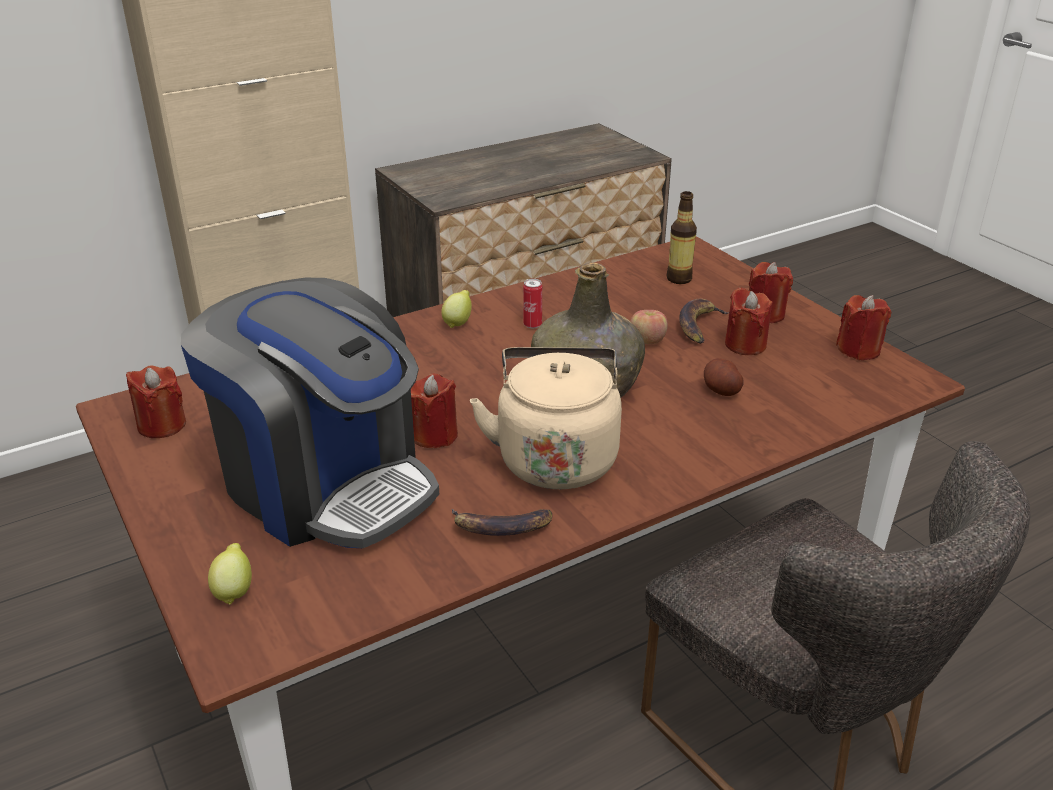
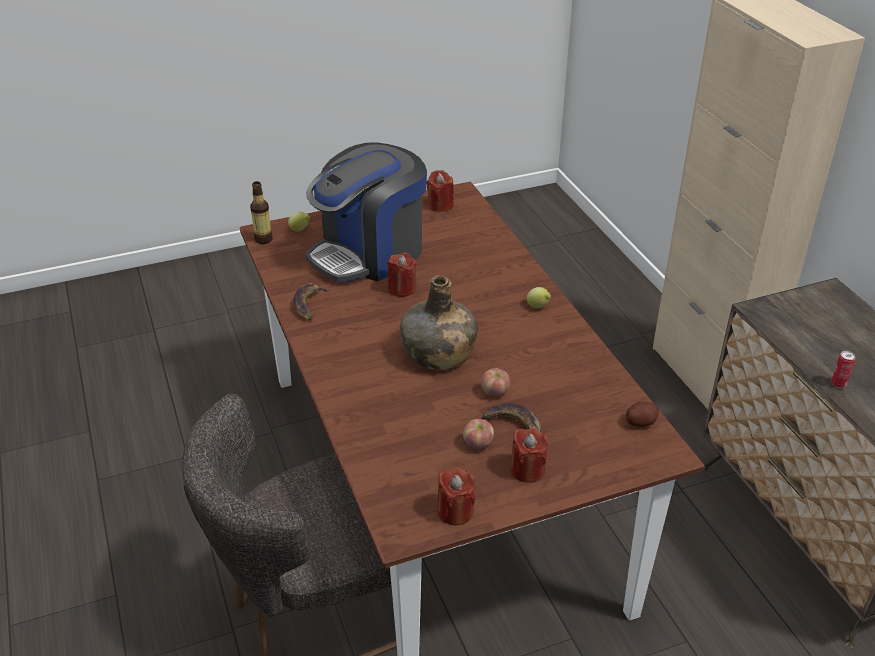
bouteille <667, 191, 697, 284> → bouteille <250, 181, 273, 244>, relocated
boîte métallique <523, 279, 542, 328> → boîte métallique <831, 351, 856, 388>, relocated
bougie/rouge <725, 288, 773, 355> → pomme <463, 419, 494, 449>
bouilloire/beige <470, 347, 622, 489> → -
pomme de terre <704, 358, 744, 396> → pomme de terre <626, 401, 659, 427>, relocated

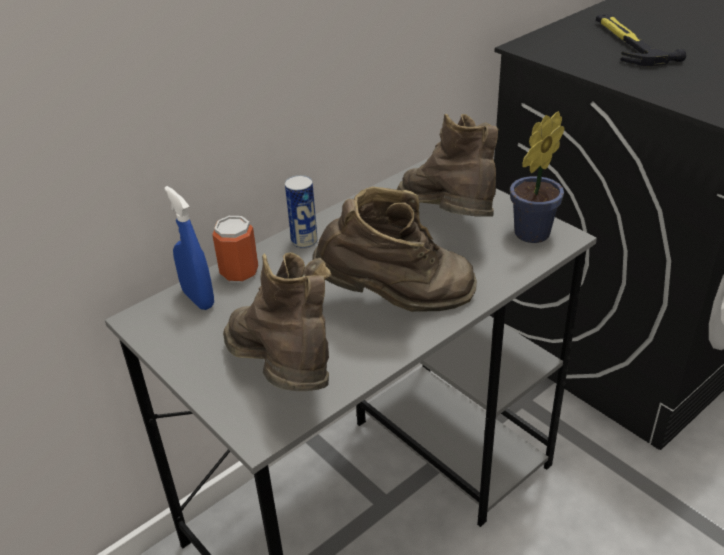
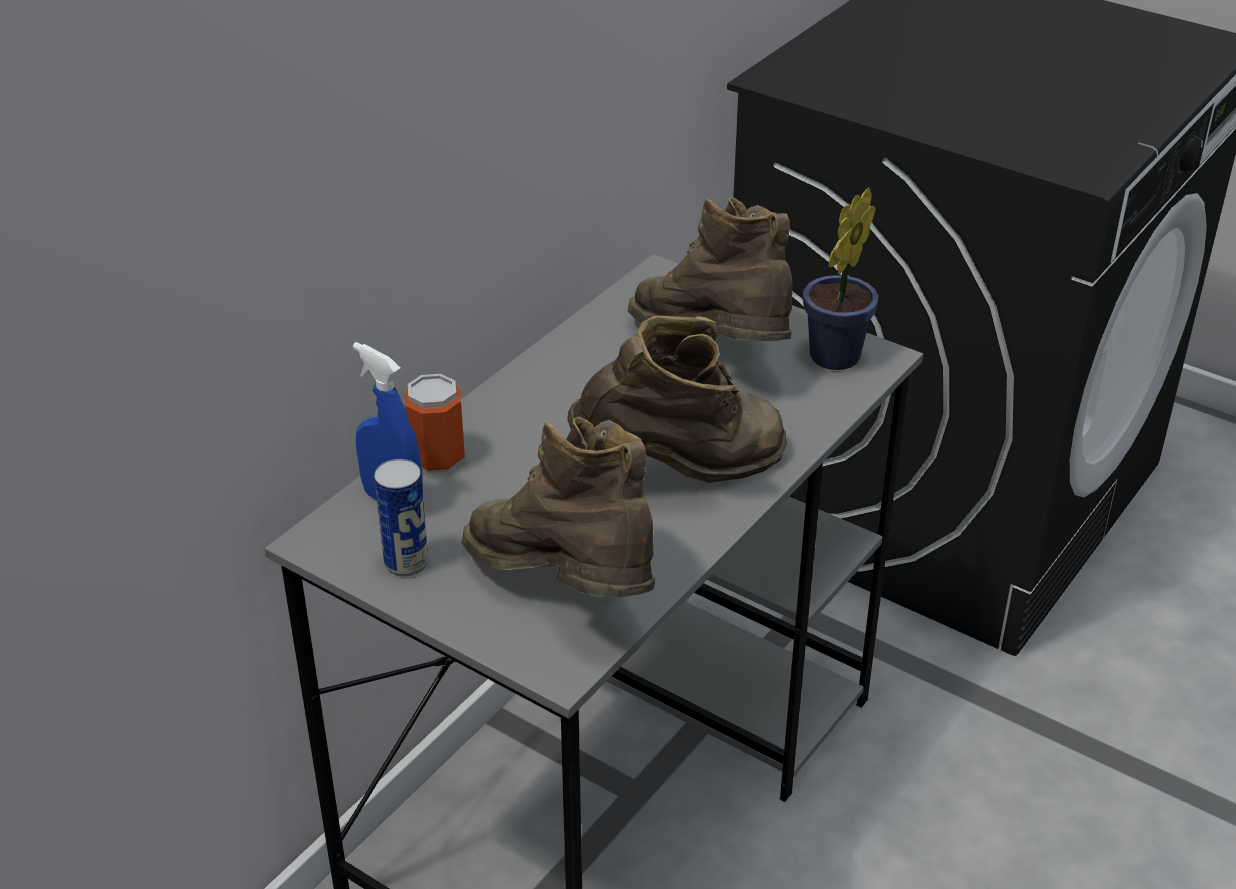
marteau <596, 14, 686, 66> → -
boîte métallique <285, 175, 318, 249> → boîte métallique <374, 459, 429, 577>, relocated

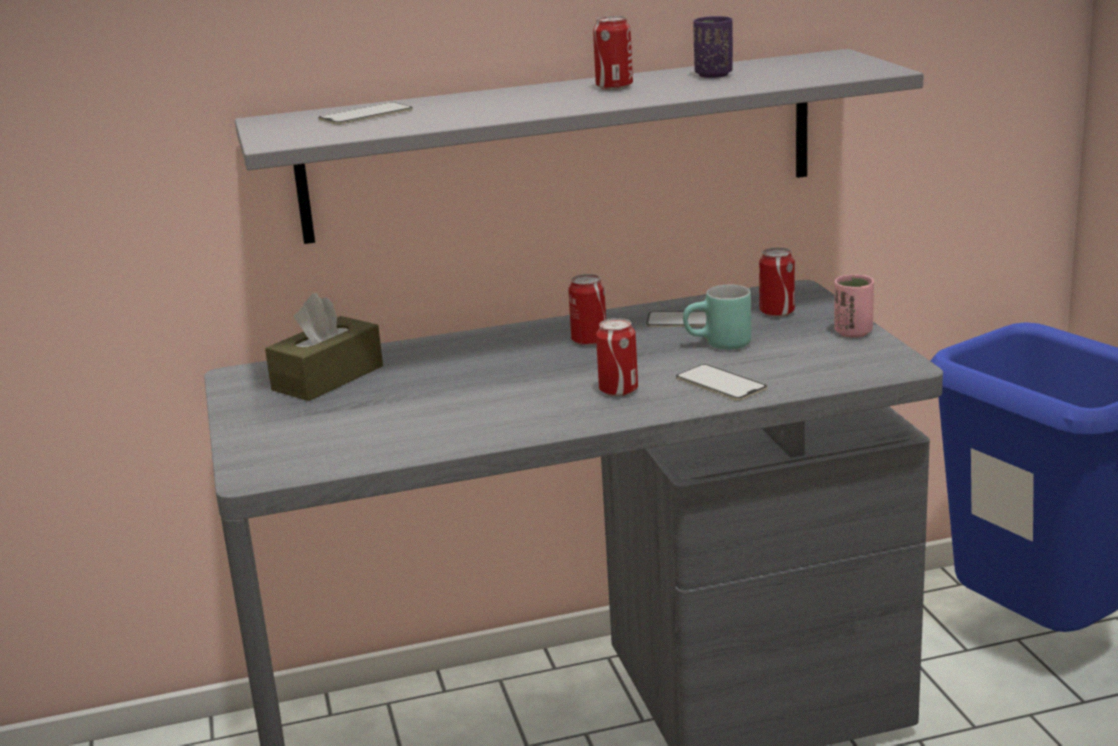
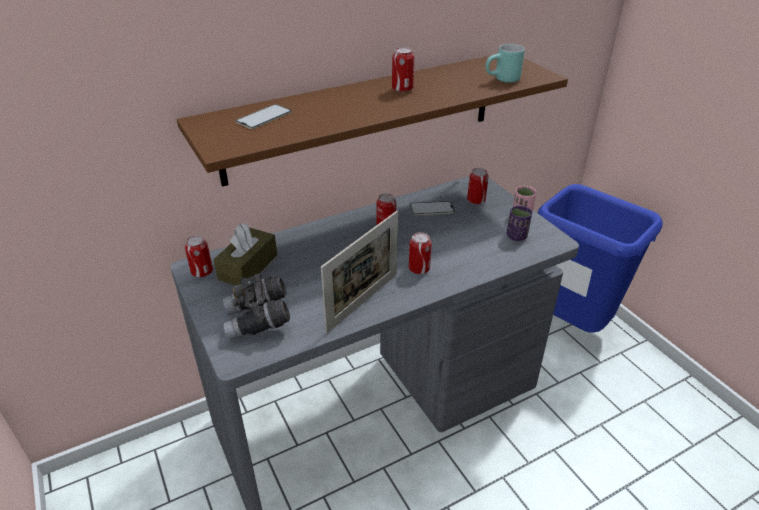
tasse/violet <693, 16, 733, 78> → tasse/violet <507, 206, 532, 241>, relocated
étagère/gris <235, 49, 924, 244> → étagère/marron <177, 55, 568, 187>
mug/turquoise <683, 285, 751, 350> → mug/turquoise <486, 44, 525, 83>, relocated
téléphone <676, 364, 767, 400> → -
- → cadre photo <321, 211, 398, 334>
- → boîte métallique <185, 235, 213, 277>
- → jumelles/gris <223, 274, 290, 340>

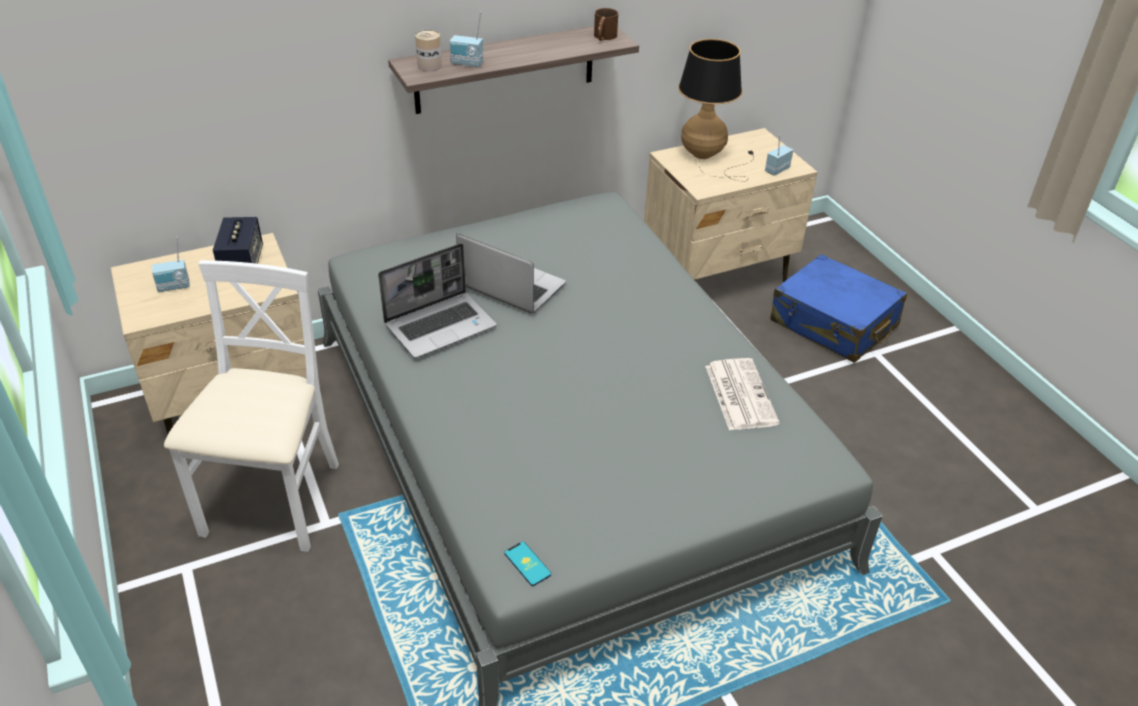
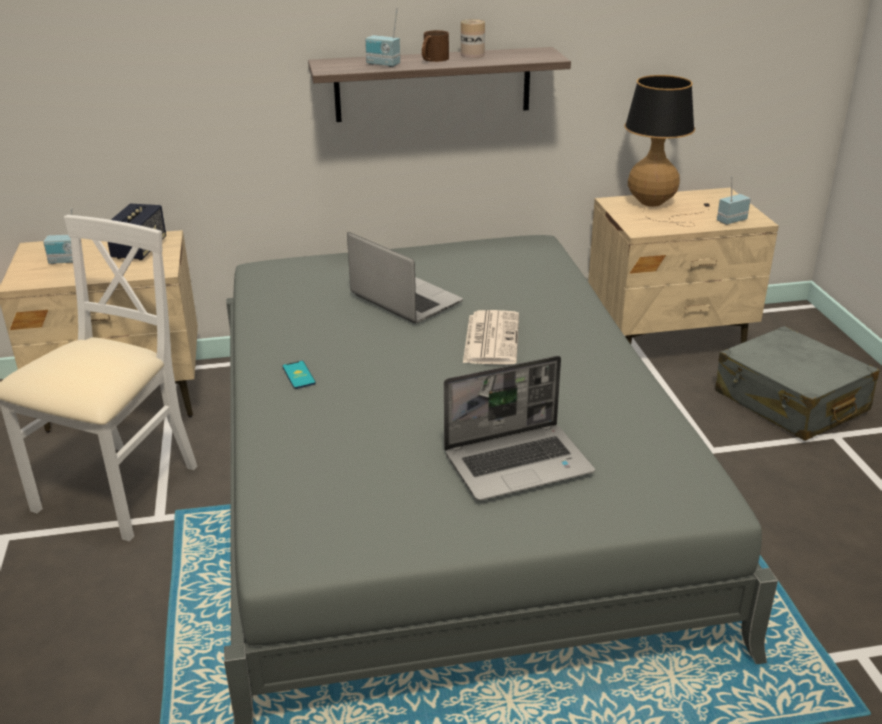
mug/marron <594, 8, 618, 41> → mug/marron <422, 30, 449, 62>, relocated
boîte métallique <415, 30, 442, 71> → boîte métallique <461, 19, 485, 58>, relocated
ordinateur portable <378, 243, 497, 358> → ordinateur portable <444, 356, 595, 501>, relocated
valise/bleu <770, 254, 907, 363> → valise/gris <715, 326, 879, 441>
journal <705, 358, 779, 430> → journal <463, 310, 519, 365>, relocated
téléphone <504, 541, 551, 586> → téléphone <282, 361, 316, 389>, relocated

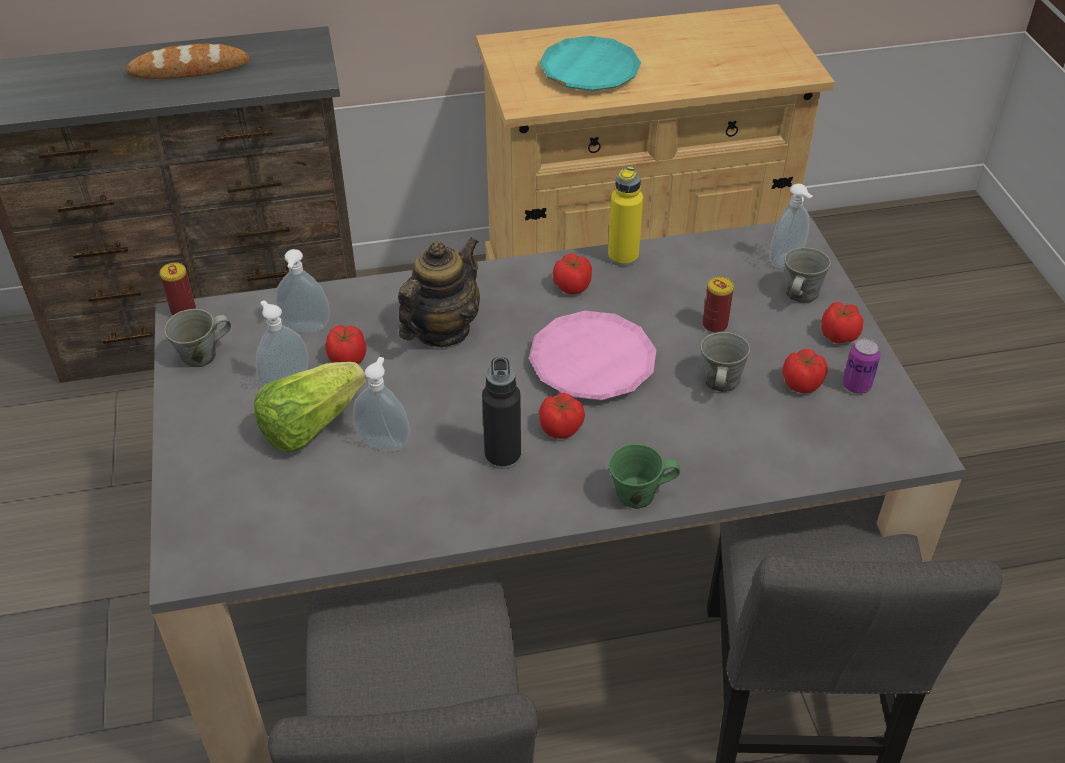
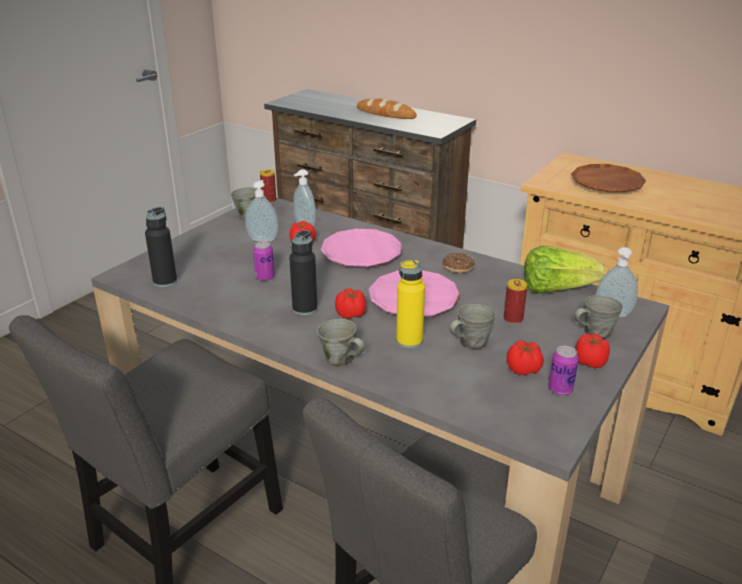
assiette/turquoise <539, 36, 641, 91> → assiette/marron <571, 164, 646, 192>
bouteille/jaune <608, 166, 643, 266> → bouteille/jaune <396, 260, 425, 349>, relocated
théière <398, 237, 480, 347> → assiette/rose <321, 229, 402, 267>
tomate <553, 254, 592, 294> → beignet <442, 253, 475, 273>
distributeur de savon <353, 357, 410, 451> → boîte métallique <253, 241, 275, 281>
laitue <254, 362, 366, 453> → laitue <524, 245, 605, 294>, relocated
mug/vert <609, 444, 680, 509> → mug/gris <317, 319, 365, 367>
- → bouteille/noir <145, 207, 177, 288>

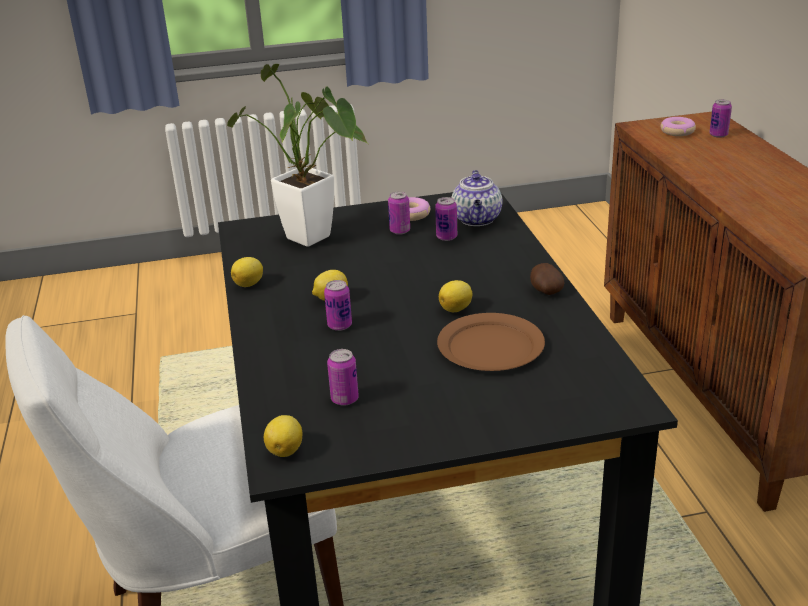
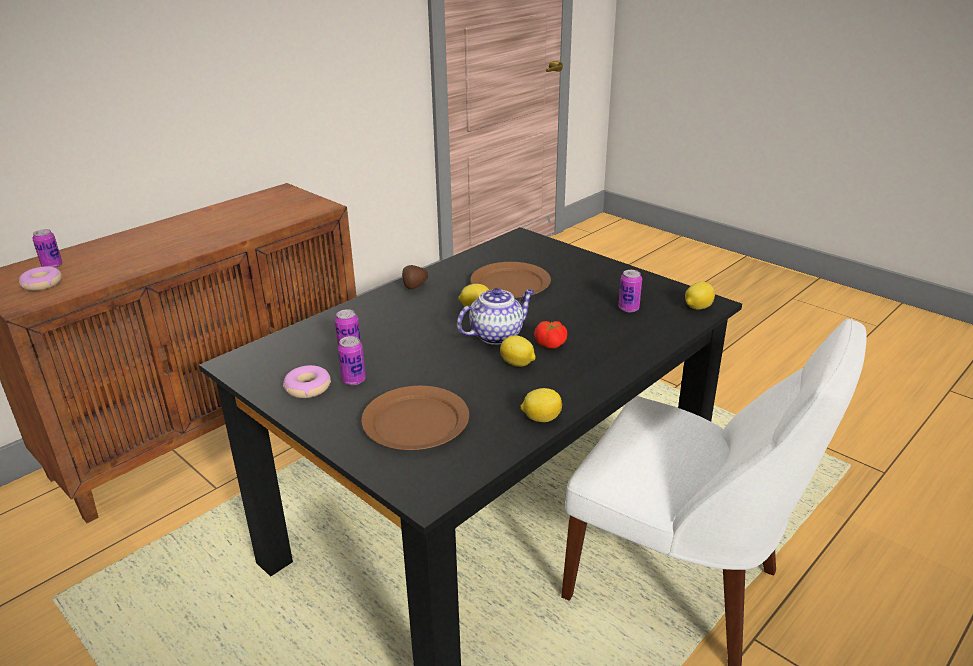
plante en pot <227, 64, 368, 247> → assiette/marron <361, 386, 469, 450>
théière <451, 170, 502, 226> → théière <457, 288, 534, 345>, relocated
boîte métallique <324, 280, 352, 331> → tomate <534, 321, 567, 349>

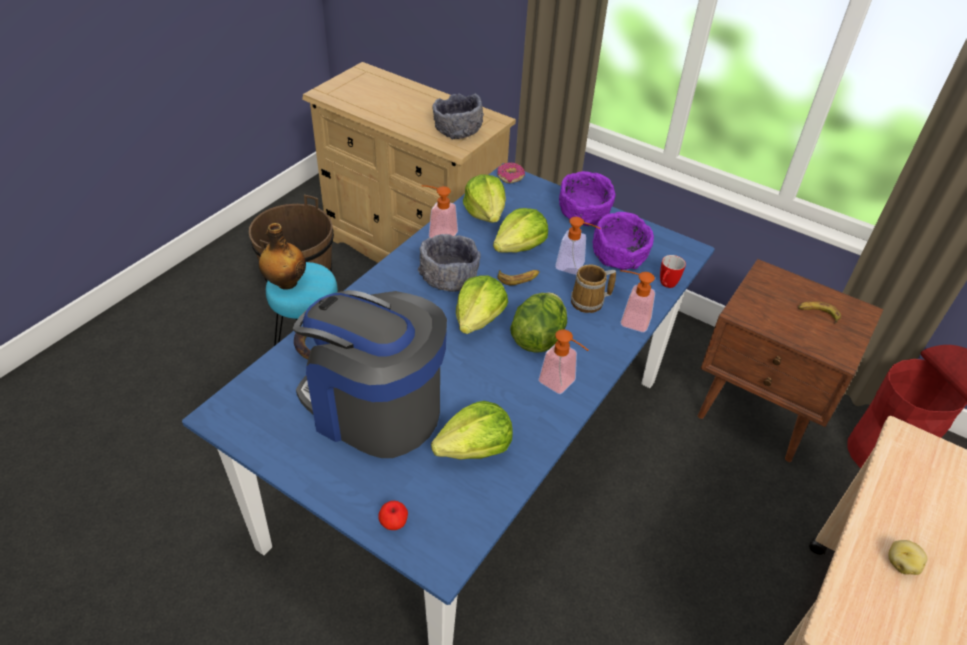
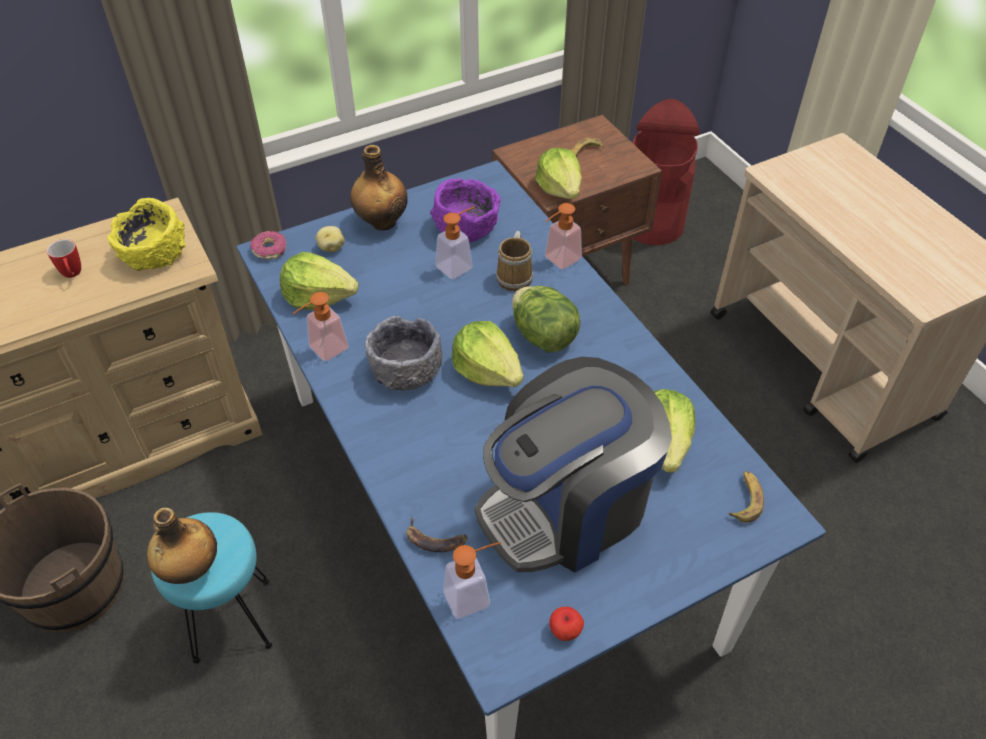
bol/gris <433, 94, 484, 140> → bol/jaune <107, 198, 186, 271>
bol/violet <559, 171, 616, 226> → bouteille <350, 145, 408, 231>
laitue <493, 208, 548, 253> → laitue <535, 148, 582, 199>, relocated
mug <660, 255, 686, 288> → mug <47, 239, 81, 278>, relocated
banane <498, 270, 540, 285> → banane <728, 471, 764, 523>, relocated
distributeur de savon <538, 329, 589, 394> → distributeur de savon <443, 542, 501, 619>, relocated
pomme <378, 501, 408, 530> → pomme <549, 607, 584, 641>, relocated
pomme de terre <888, 540, 927, 575> → pomme de terre <315, 226, 345, 252>, relocated

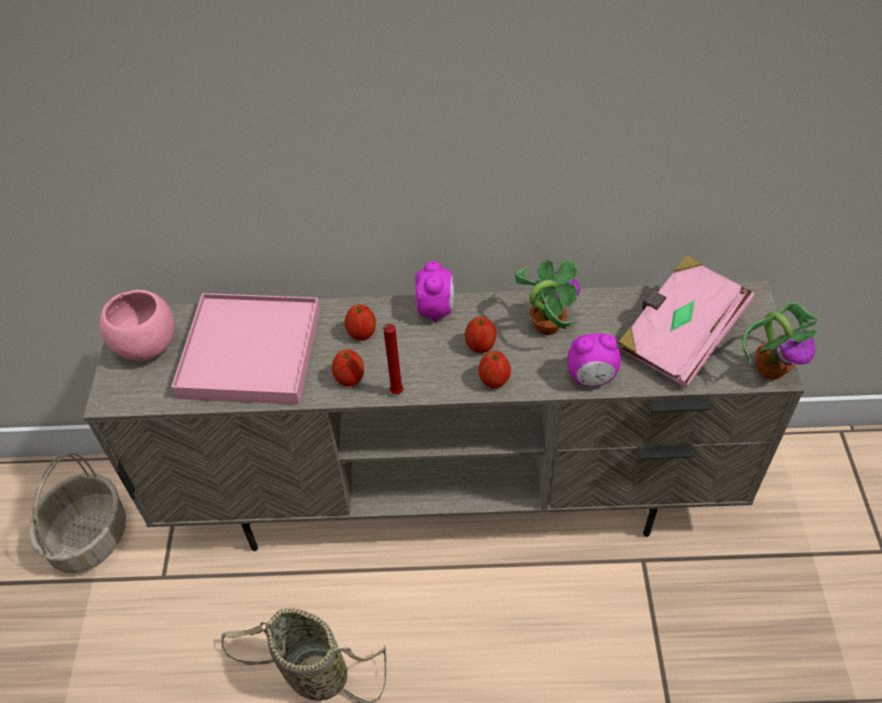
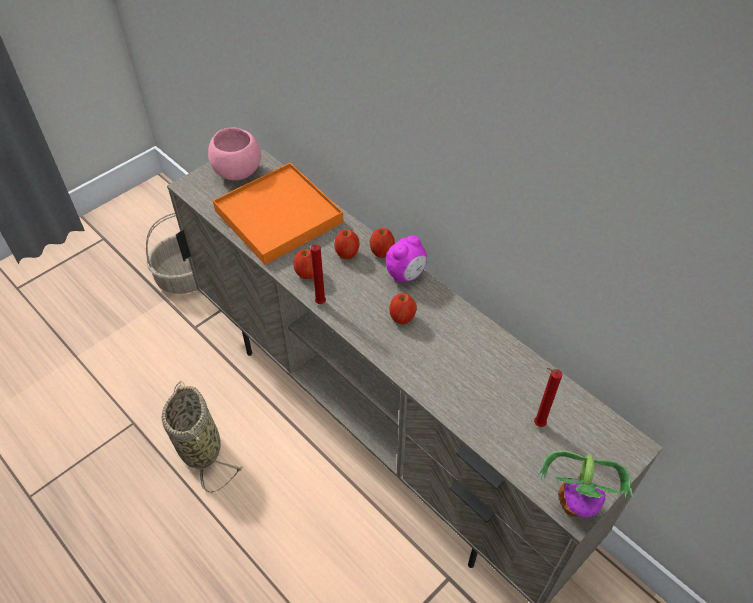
livre/rose <618, 255, 754, 388> → bougie/rouge <534, 368, 562, 427>
plante en pot <515, 259, 581, 335> → -
plateau/rose <171, 293, 320, 405> → plateau/orange <213, 163, 344, 265>
réveil <567, 333, 621, 387> → -
pomme <478, 351, 511, 388> → pomme <370, 228, 395, 258>, relocated

